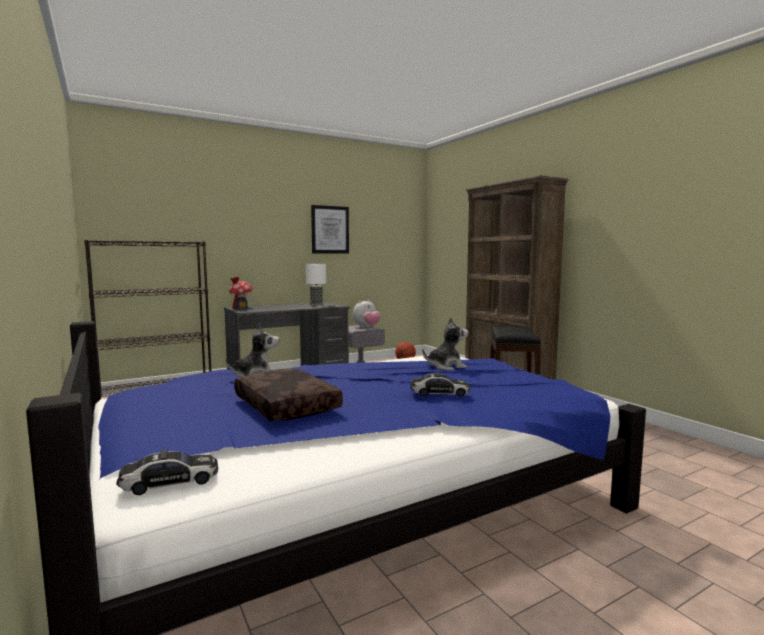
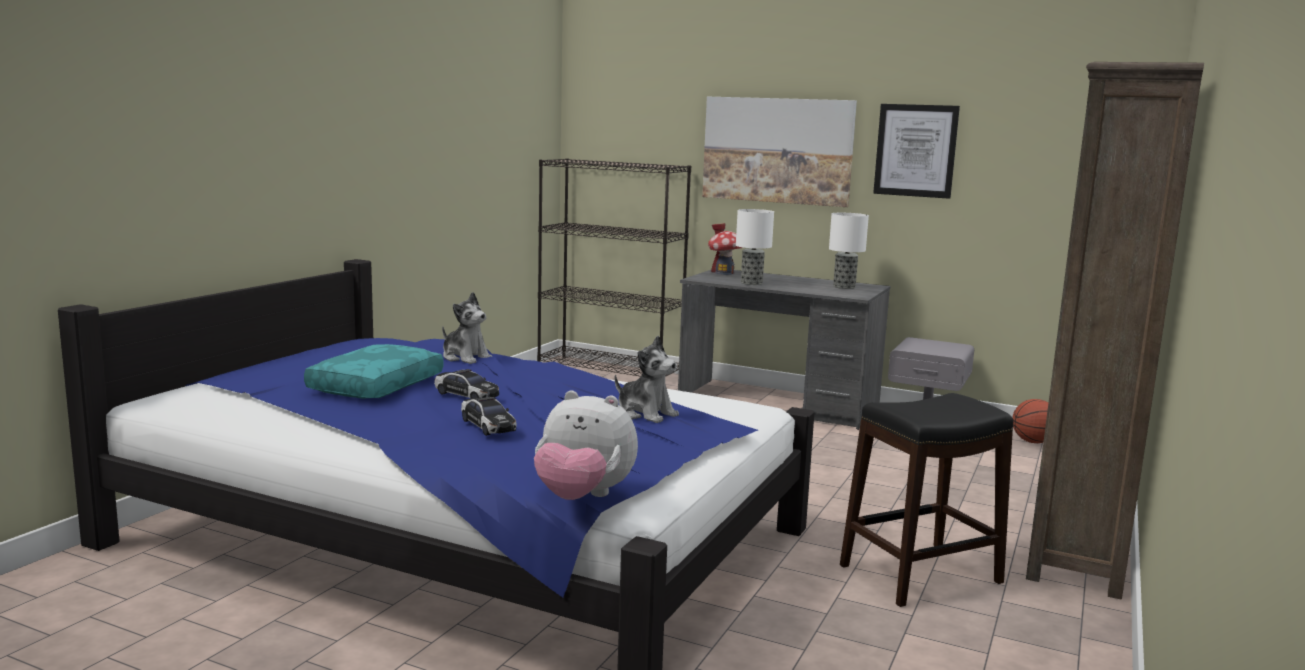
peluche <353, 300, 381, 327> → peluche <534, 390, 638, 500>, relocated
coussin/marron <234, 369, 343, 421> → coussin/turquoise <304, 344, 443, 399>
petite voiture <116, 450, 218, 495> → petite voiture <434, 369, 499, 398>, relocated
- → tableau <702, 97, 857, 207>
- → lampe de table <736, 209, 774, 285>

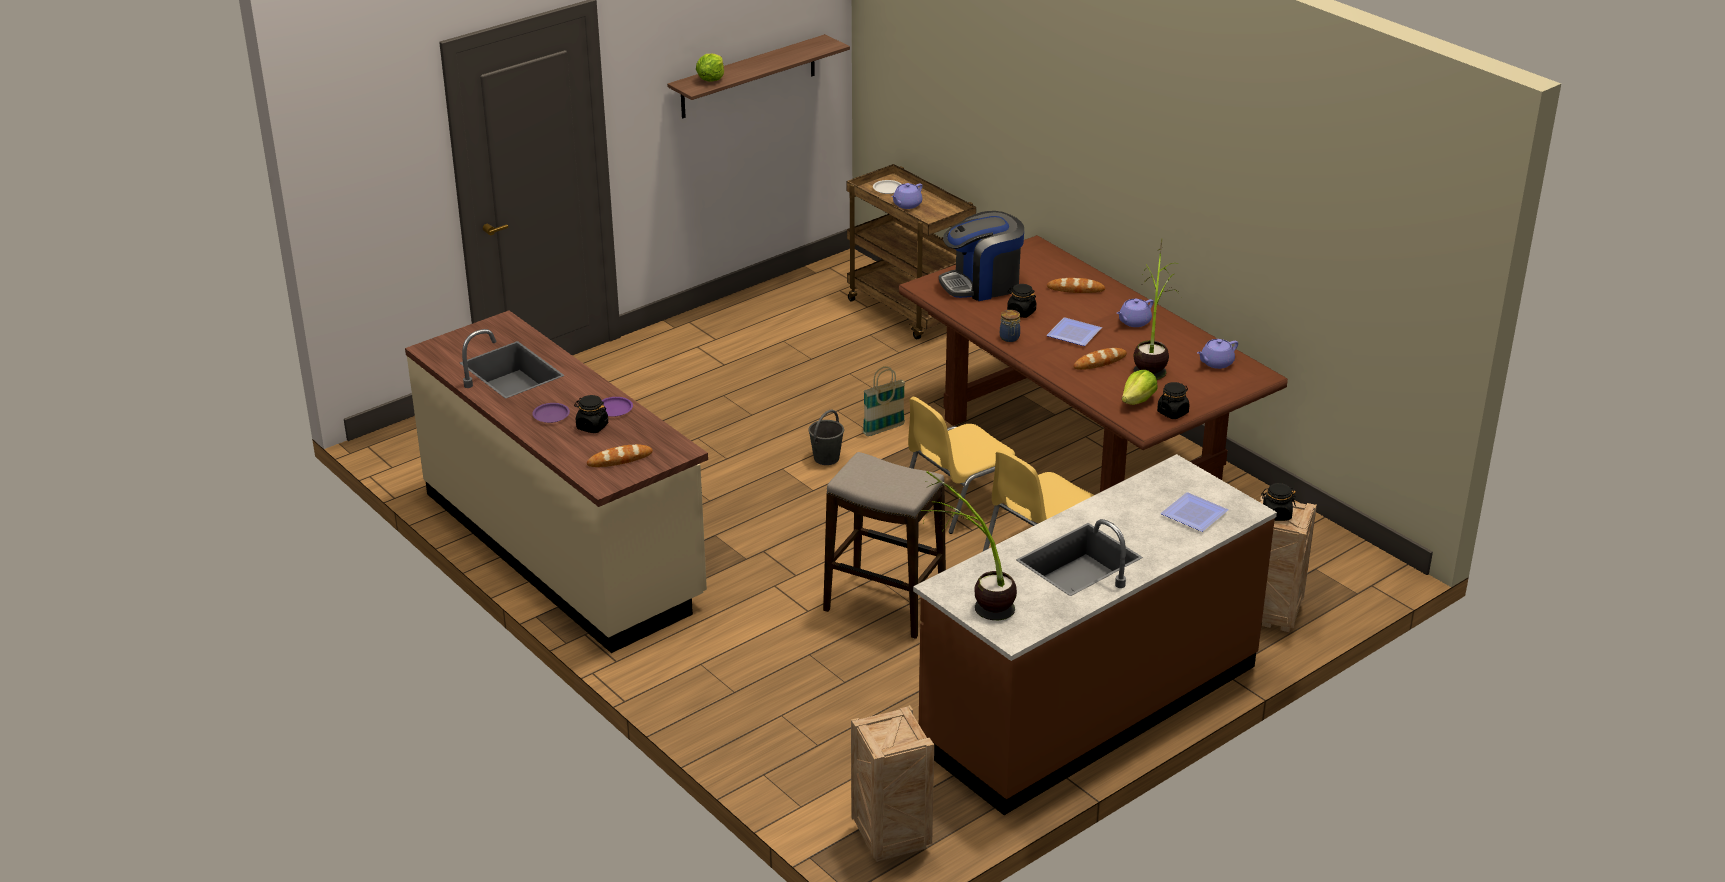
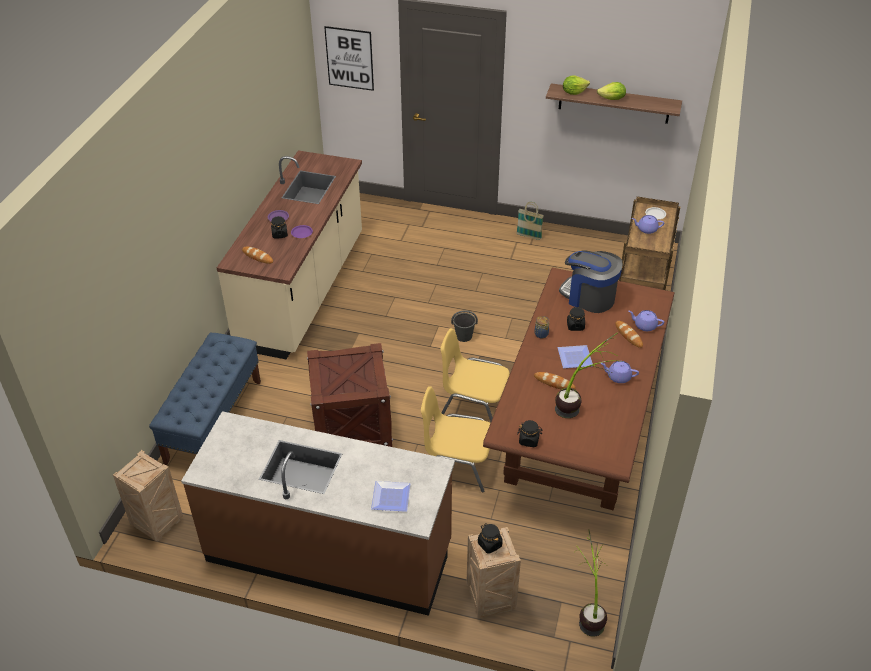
théière/violet <1197, 339, 1238, 369> → théière/violet <629, 310, 664, 331>, relocated
panier <863, 367, 906, 436> → panier <516, 202, 544, 240>, relocated
laitue <1122, 370, 1158, 405> → laitue <597, 82, 626, 100>, relocated
tabouret <823, 452, 946, 639> → caisse <307, 343, 393, 447>
plante en pot <920, 471, 1017, 620> → plante en pot <576, 529, 607, 637>, relocated
- → tableau <324, 26, 374, 91>
- → banc/bleu <149, 333, 261, 465>

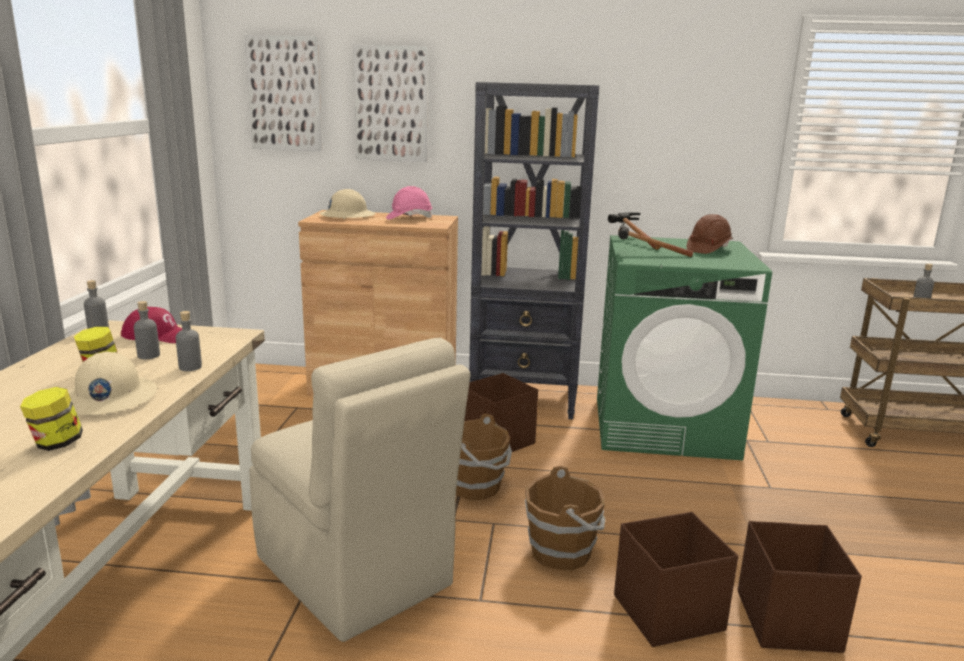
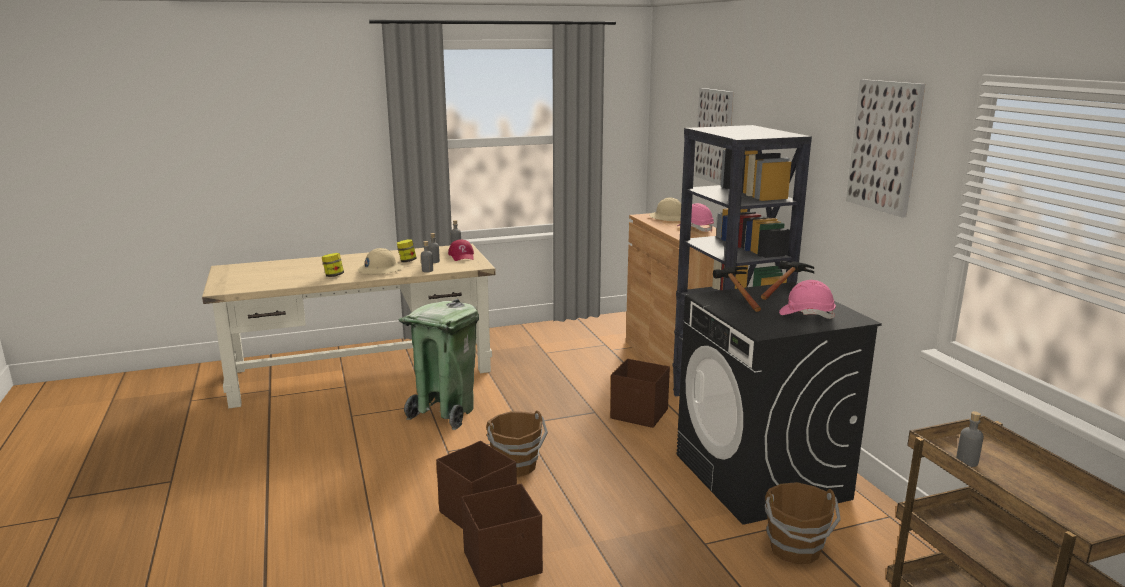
tableau <245, 35, 322, 151> → tableau <846, 79, 925, 218>, relocated
casque de chantier/marron <687, 214, 733, 254> → casque de chantier/rose <779, 280, 836, 319>
lave-linge/vert <597, 235, 772, 460> → lave-linge/noir <677, 282, 882, 525>
chaise/beige <249, 338, 470, 642> → poubelle/vert <399, 299, 479, 430>
seau/marron <456, 414, 512, 500> → seau/marron <765, 482, 841, 564>, relocated

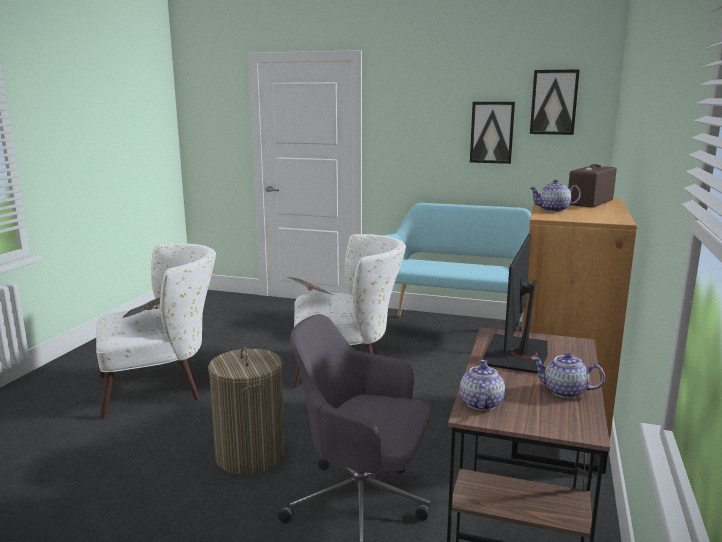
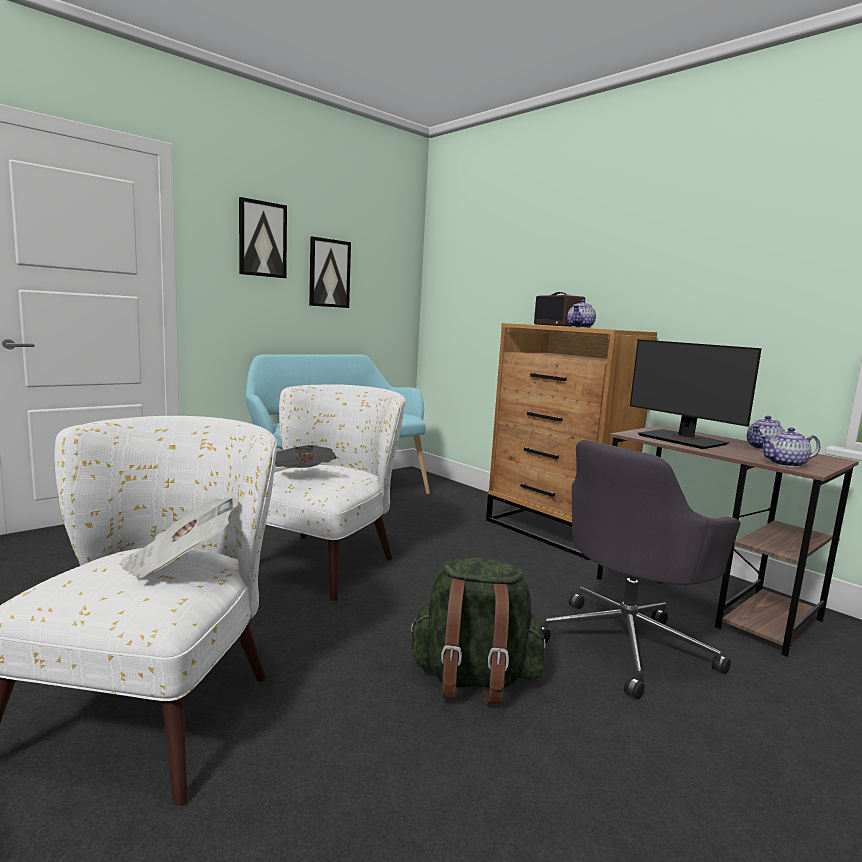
tableau <530, 69, 580, 135> → tableau <239, 197, 287, 278>, relocated
panier à linge <208, 347, 285, 475> → sac à dos/vert <408, 558, 546, 704>
théière <460, 360, 505, 411> → théière <759, 428, 820, 467>, 45 degrees counterclockwise

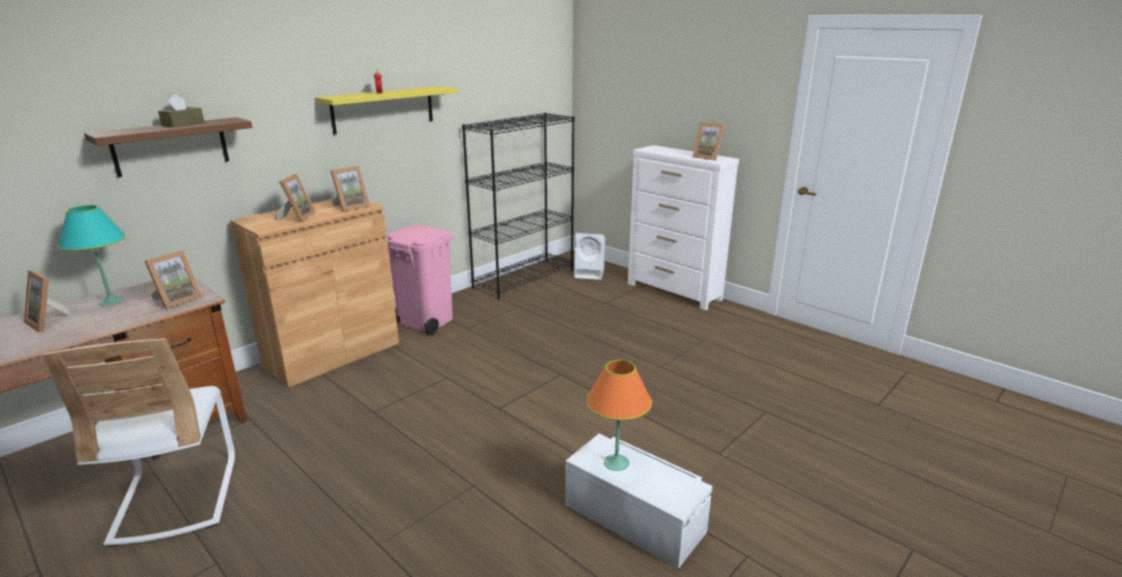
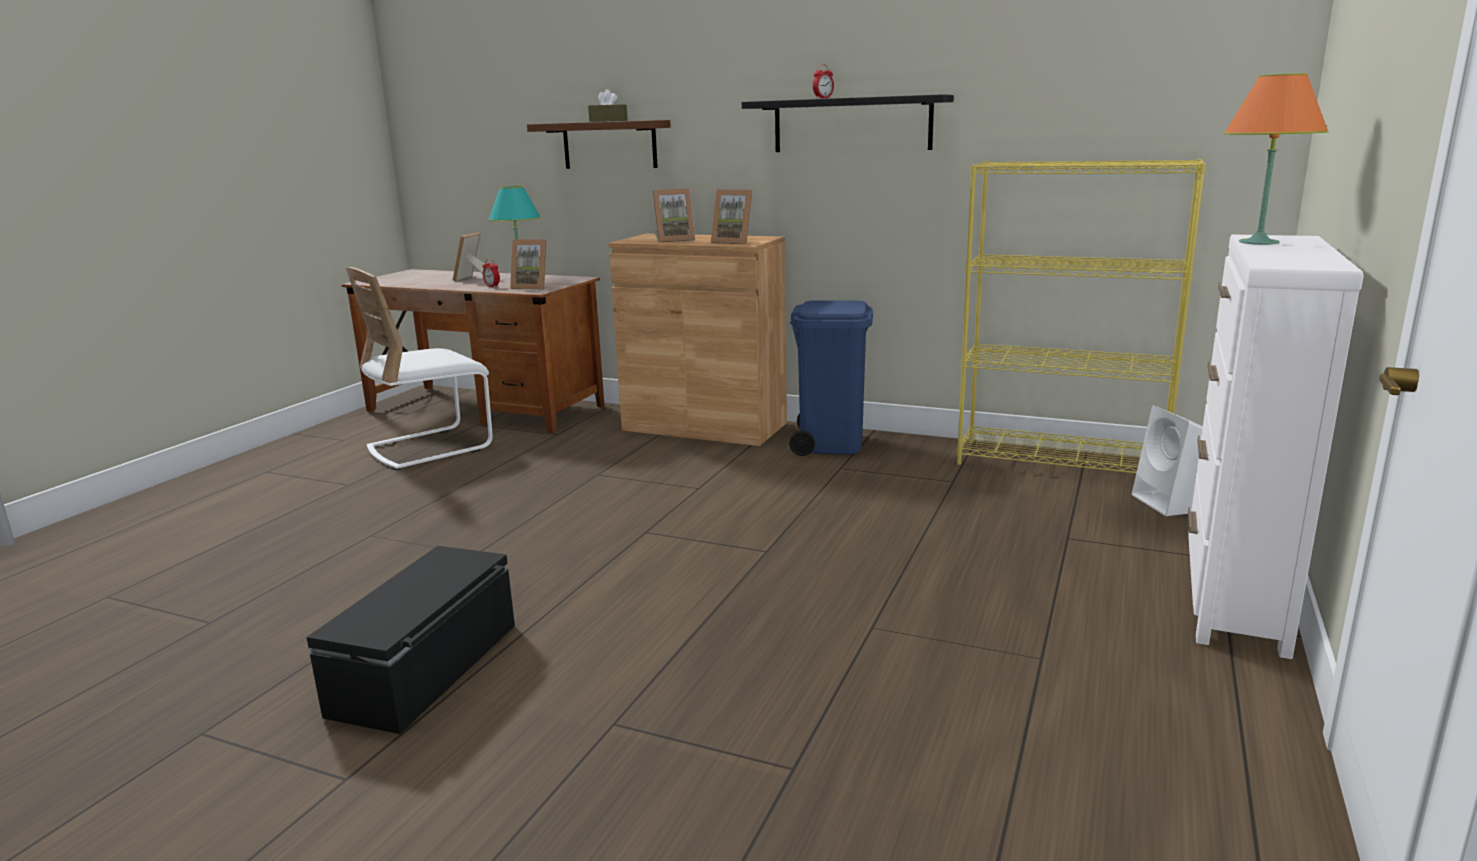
étagère/jaune <315, 86, 458, 134> → étagère/noir <742, 94, 954, 152>
bibliothèque/noir <462, 113, 575, 300> → bibliothèque/jaune <957, 159, 1206, 473>
cadre photo <693, 122, 725, 161> → -
poubelle/rose <385, 225, 453, 335> → poubelle/bleu <789, 300, 873, 456>
lampe de table/orange <587, 360, 652, 471> → lampe de table/orange <1224, 73, 1329, 245>, relocated
boîte de rangement/blanc <565, 434, 712, 569> → boîte de rangement/noir <306, 546, 515, 734>
- → réveil <483, 259, 500, 288>

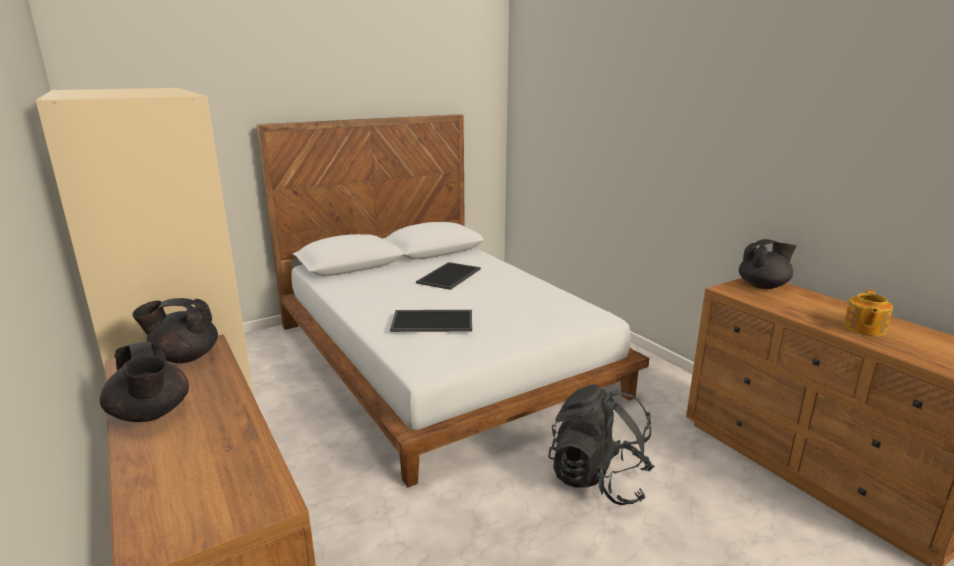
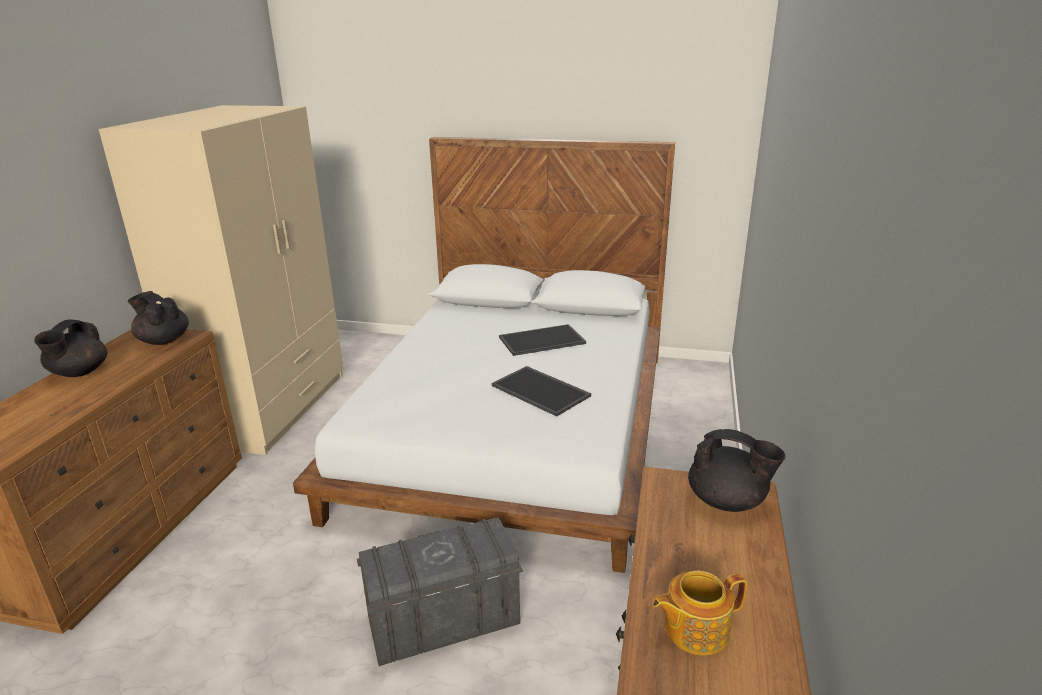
plateau <390, 310, 472, 332> → plateau <492, 366, 591, 416>, relocated
sac à dos/noir <548, 384, 655, 505> → boîte de rangement/gris <357, 517, 523, 666>

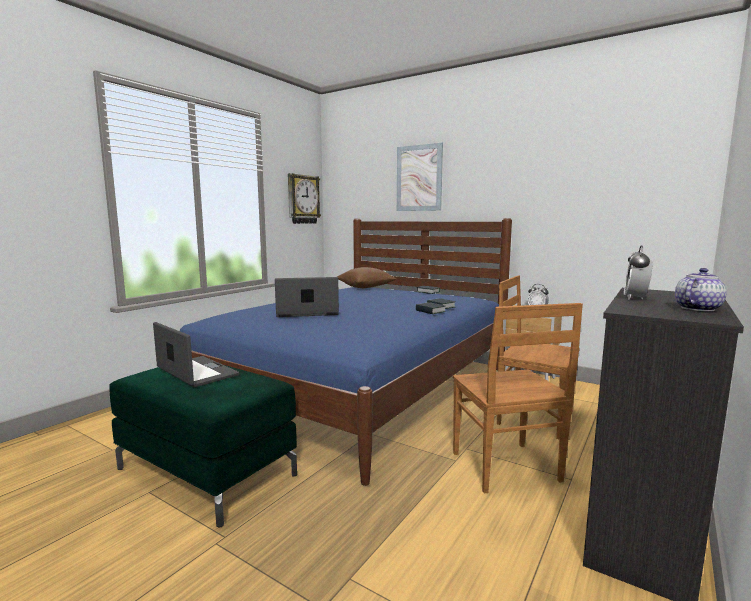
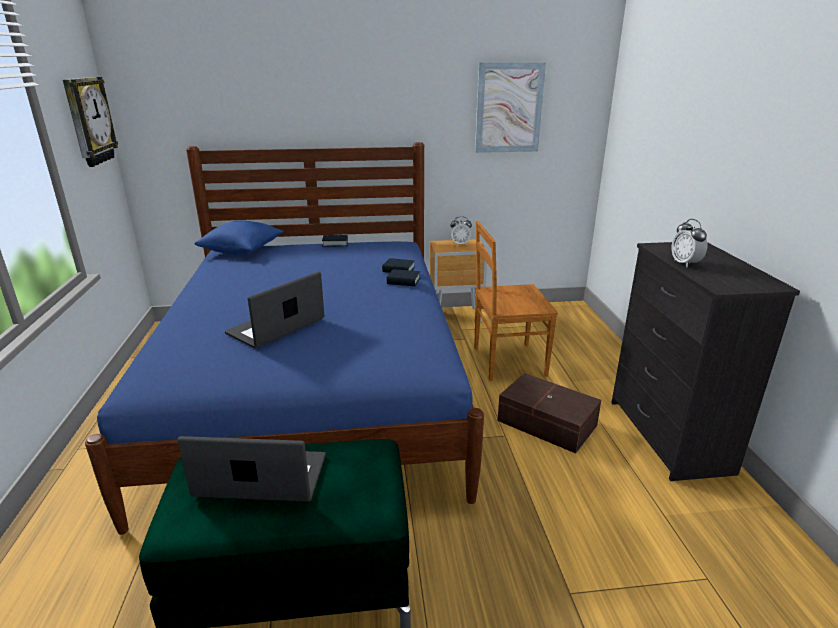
tableau <397, 143, 443, 211> → tableau <475, 62, 546, 153>, relocated
coussin/marron <337, 267, 396, 288> → coussin/bleu <194, 220, 284, 255>
théière <675, 268, 727, 312> → -
chaise/marron <453, 303, 583, 494> → boîte de rangement/marron <497, 373, 601, 453>

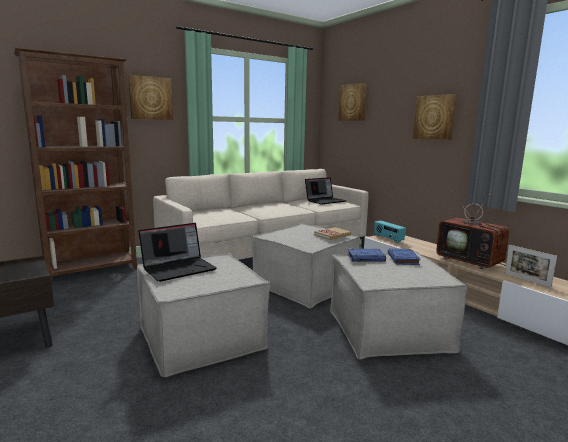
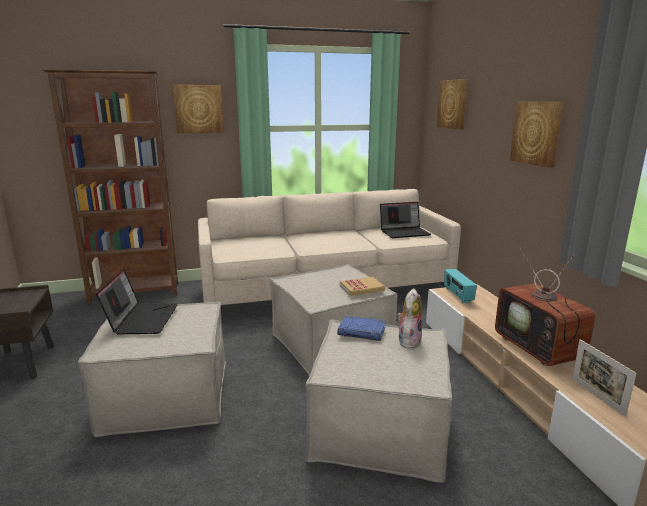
ordinateur portable <138, 223, 217, 282> → ordinateur portable <96, 269, 178, 334>, 75 degrees counterclockwise
livre/bleu <388, 248, 420, 265> → peluche <397, 289, 422, 349>

